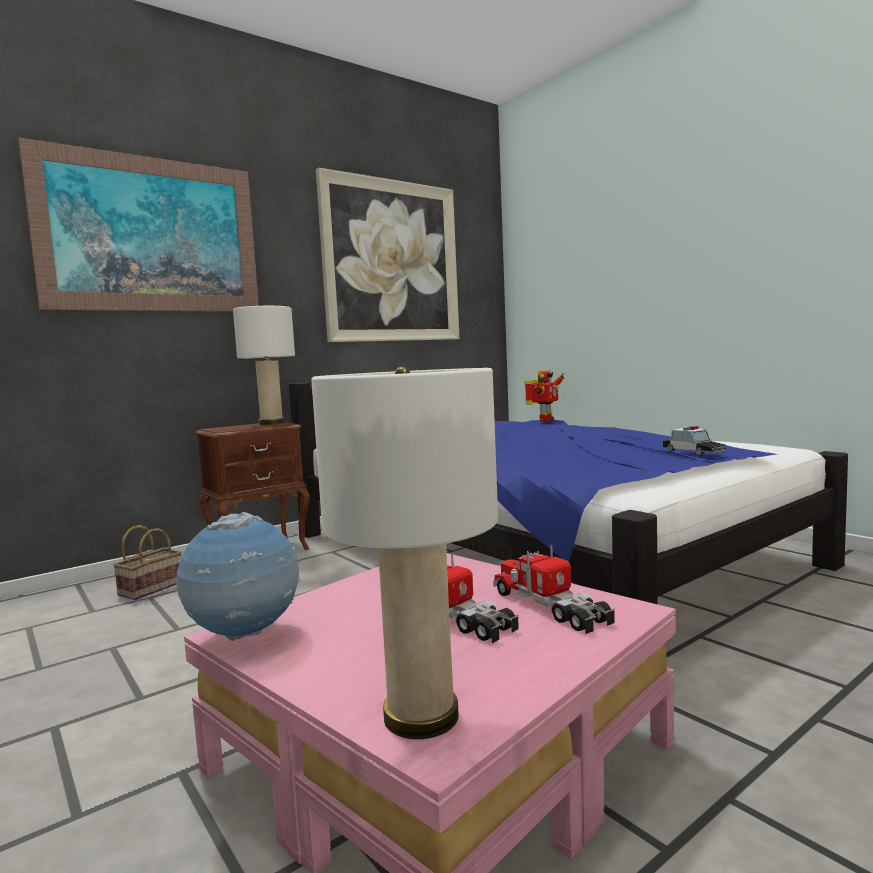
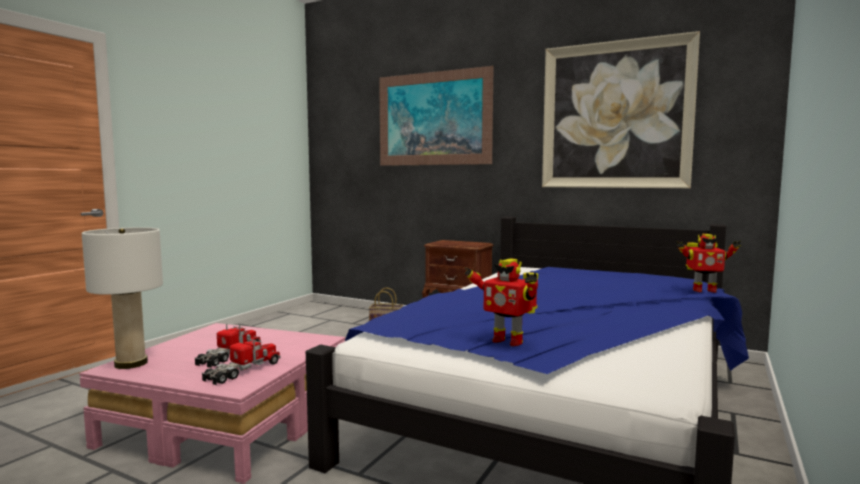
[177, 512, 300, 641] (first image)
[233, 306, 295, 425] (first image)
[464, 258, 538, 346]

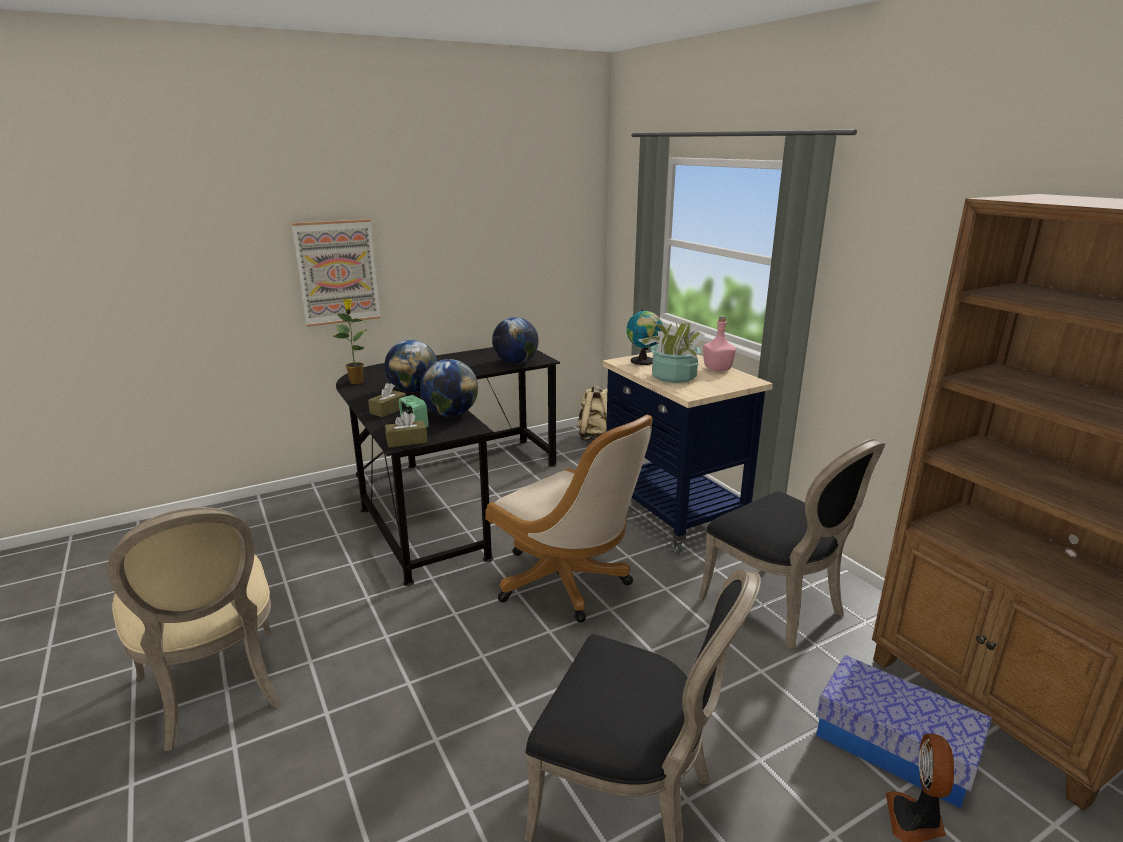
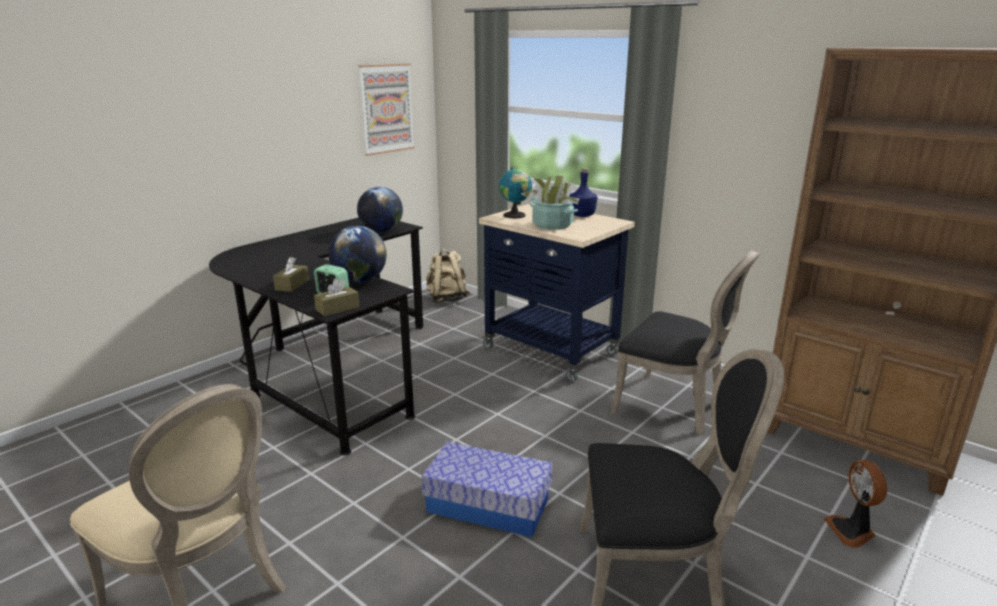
[359, 63, 415, 156]
[332, 299, 367, 384] (first image)
[384, 340, 437, 392] (first image)
[485, 415, 653, 622] (first image)
[570, 168, 598, 217]
[421, 442, 552, 537]

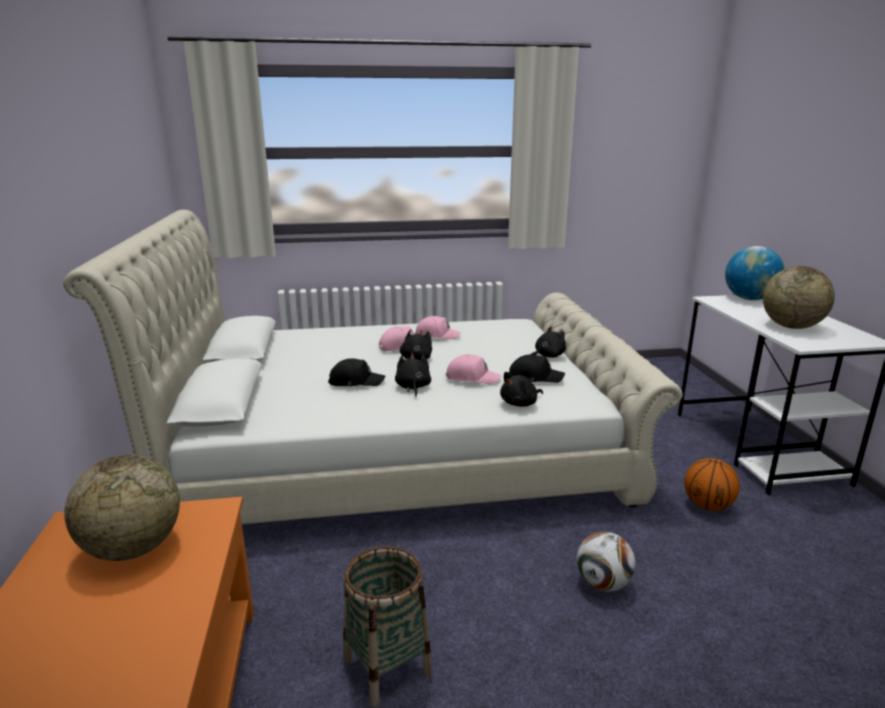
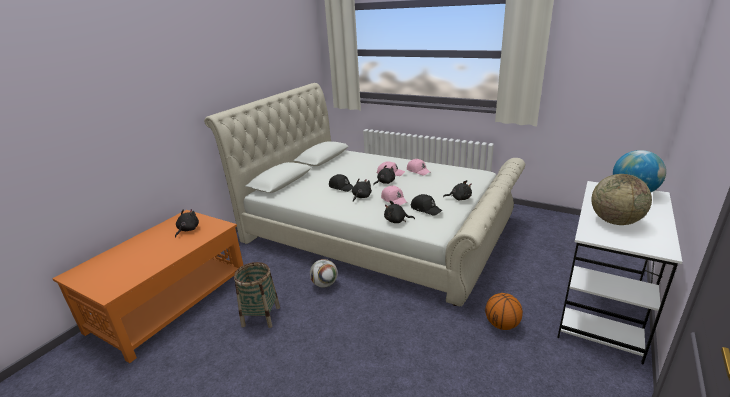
[175, 209, 199, 237]
[310, 259, 338, 287]

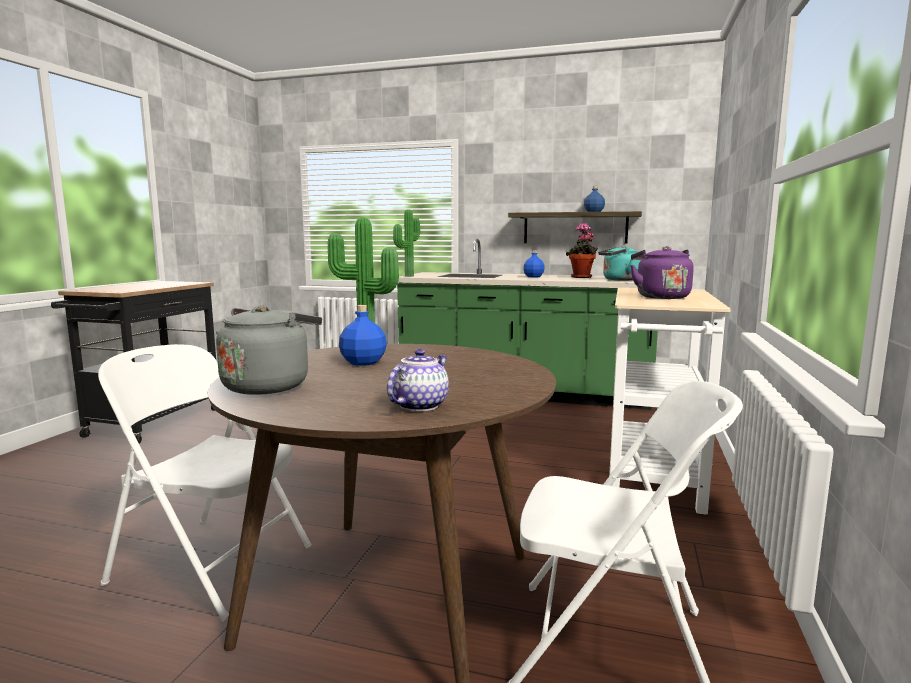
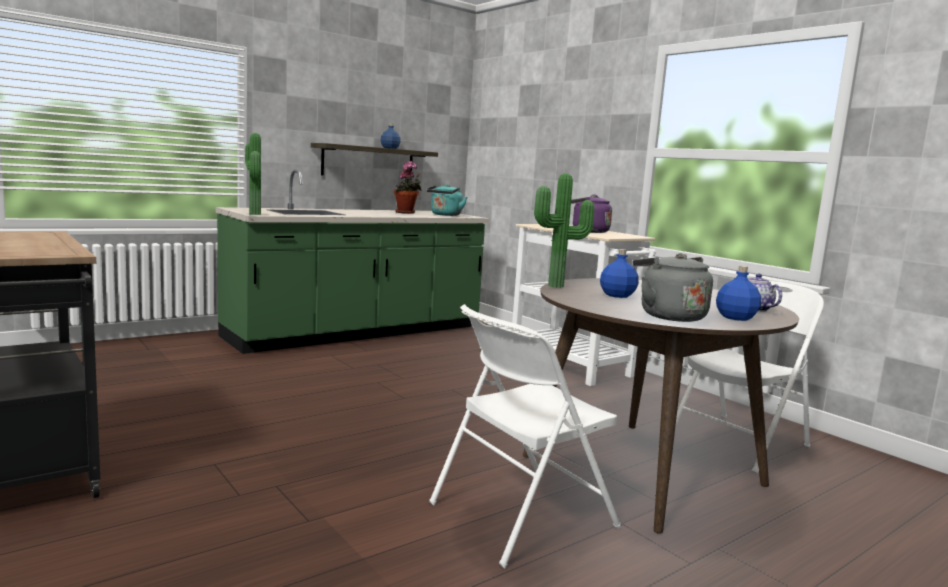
[716, 266, 761, 321]

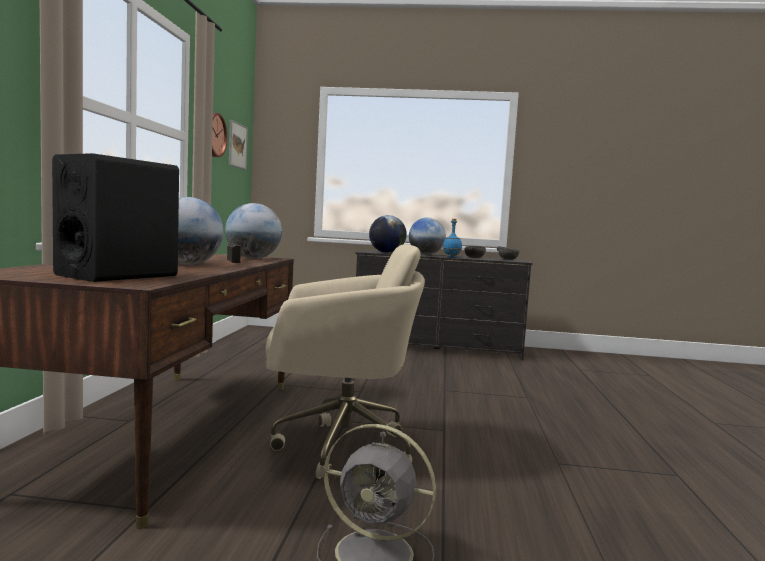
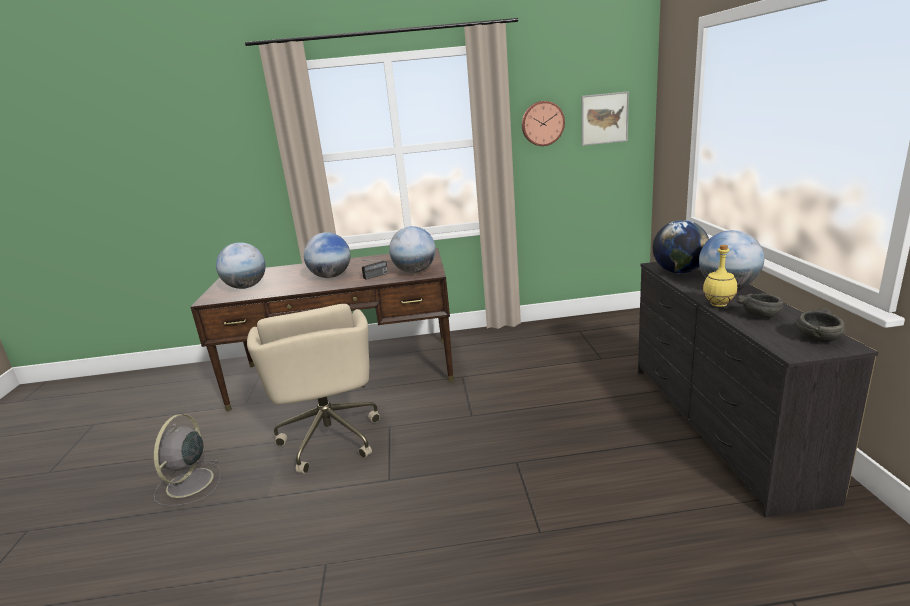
[216, 242, 266, 289]
[703, 245, 737, 307]

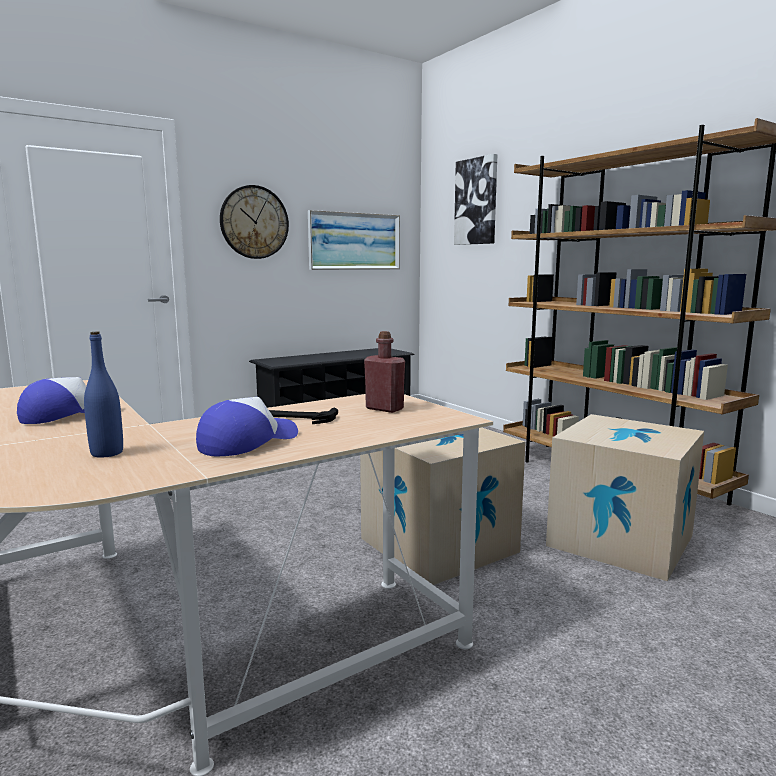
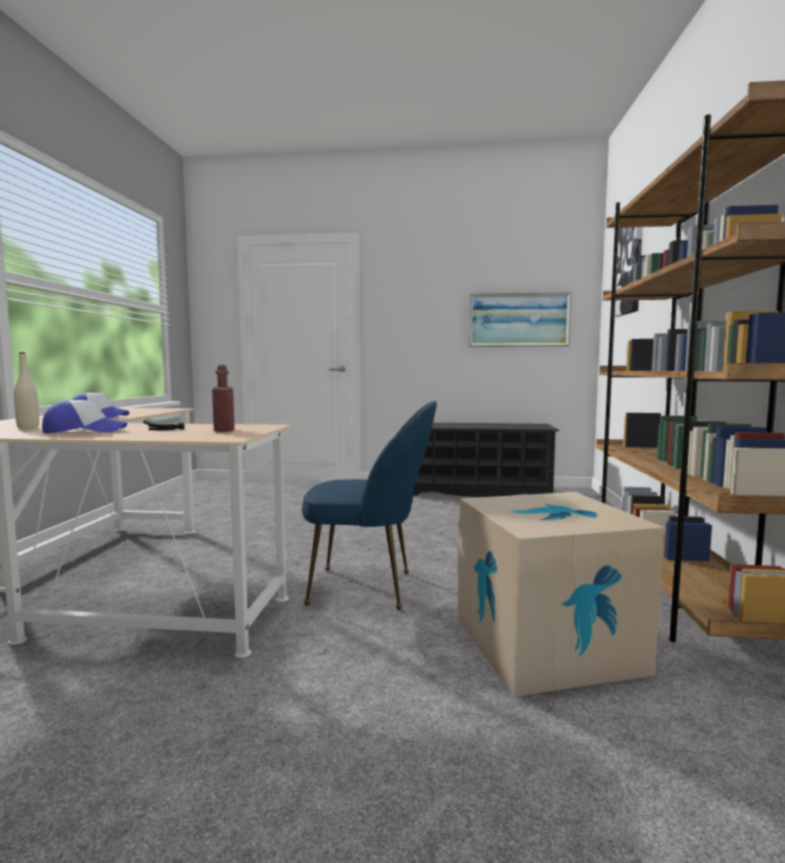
[14, 352, 39, 429]
[220, 185, 289, 259] (first image)
[302, 401, 437, 610]

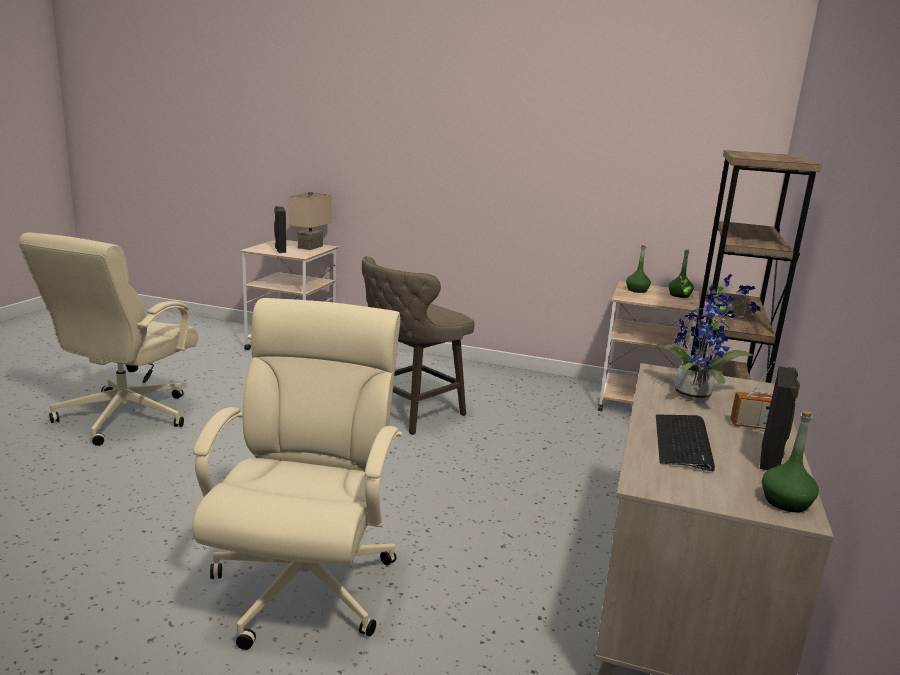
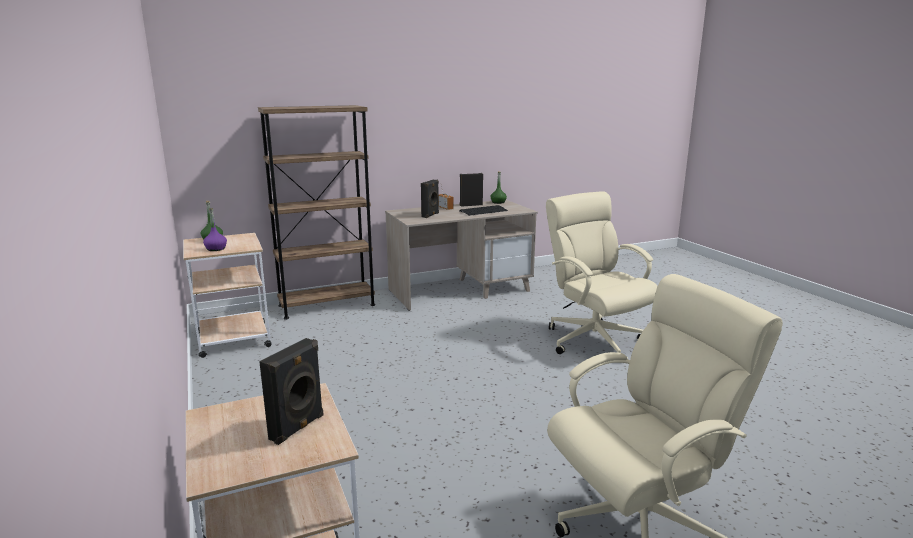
[546, 191, 658, 354]
[289, 191, 331, 250] (first image)
[362, 256, 475, 435] (first image)
[203, 208, 227, 251]
[421, 180, 439, 218]

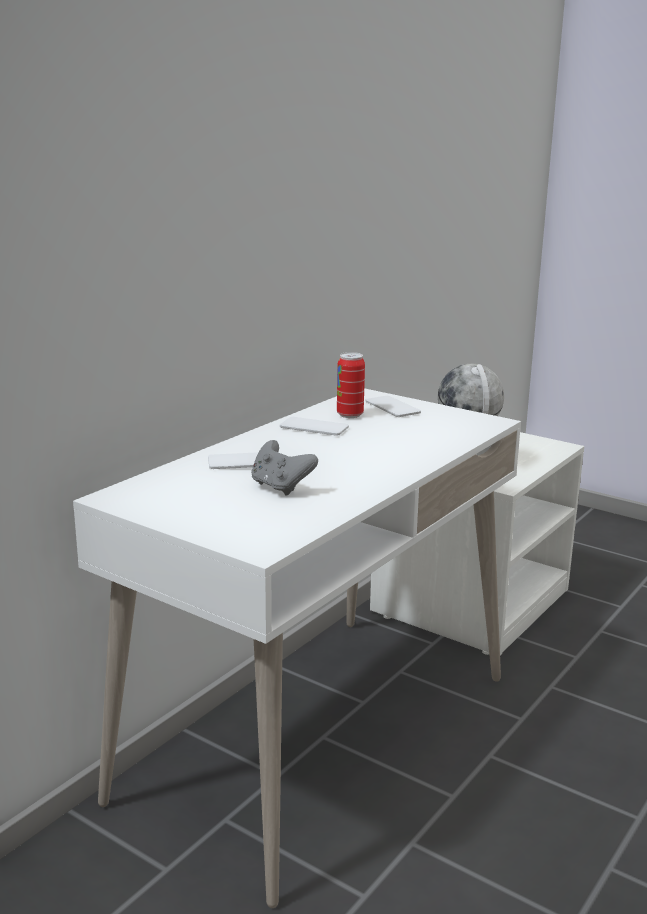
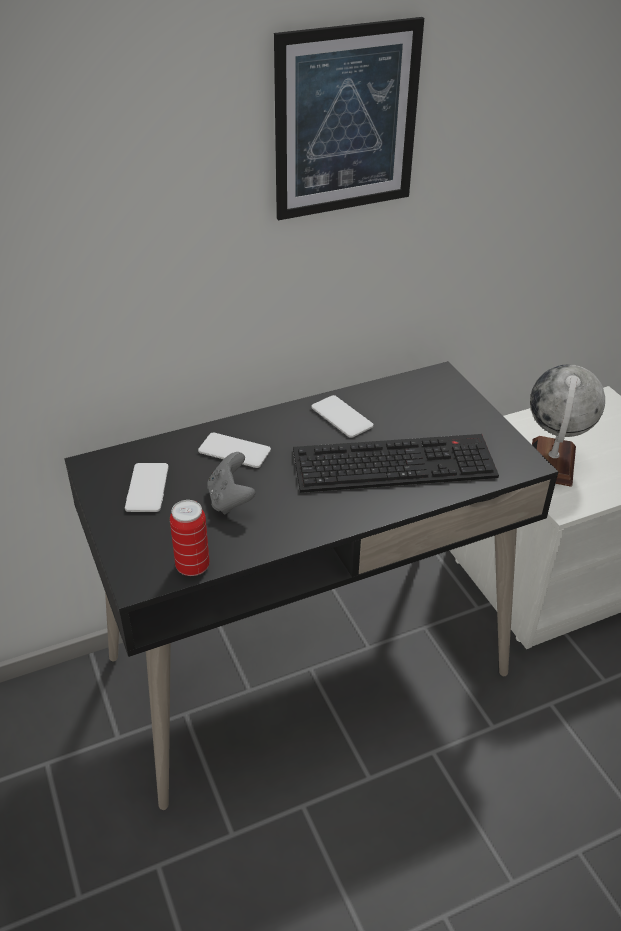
[64, 361, 559, 810]
[170, 500, 210, 576]
[125, 463, 169, 512]
[274, 17, 424, 220]
[293, 434, 499, 493]

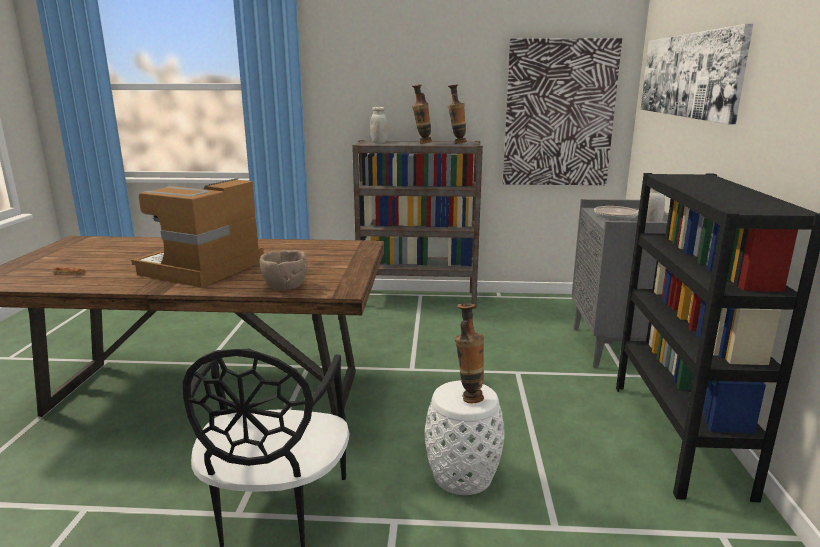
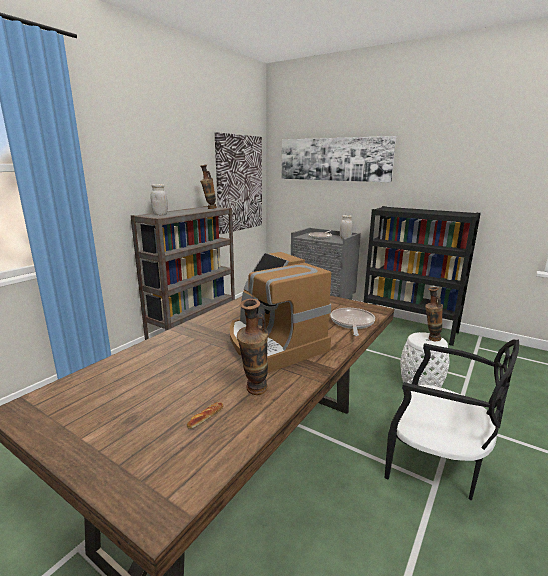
[330, 308, 375, 336]
[237, 298, 268, 395]

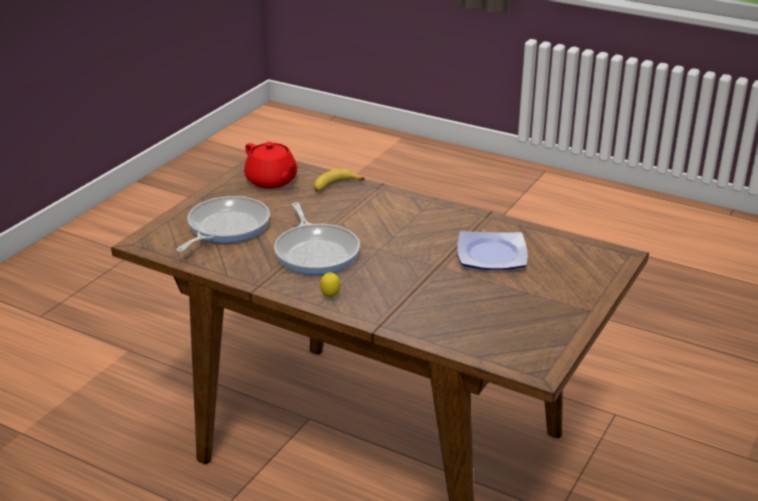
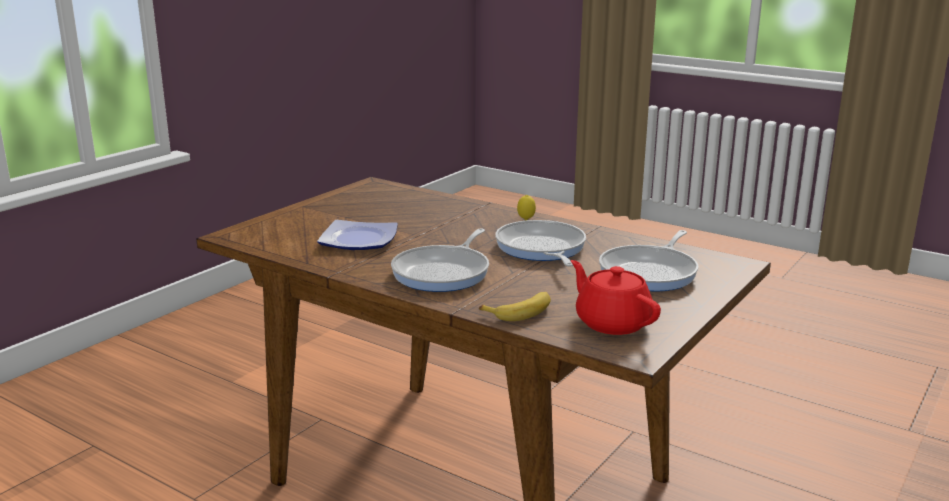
[391, 229, 489, 292]

